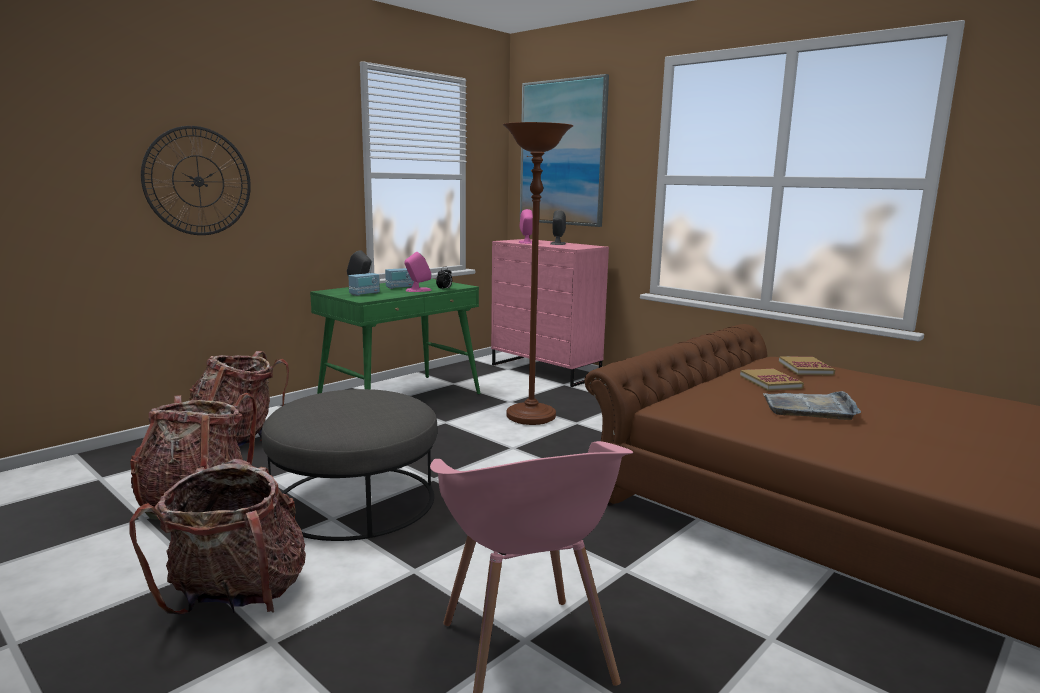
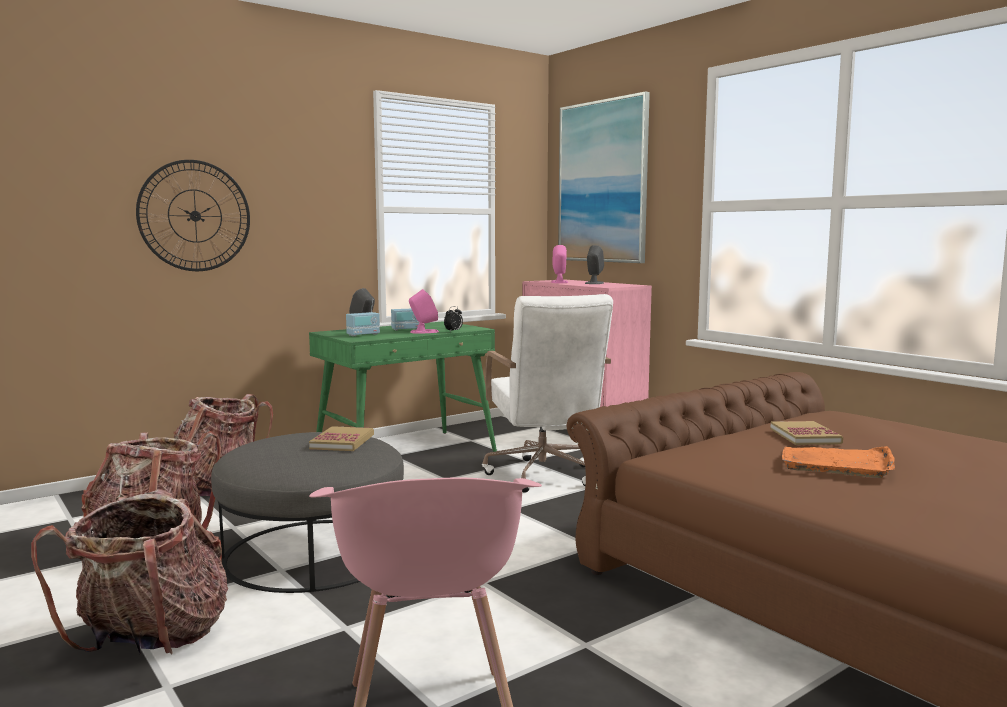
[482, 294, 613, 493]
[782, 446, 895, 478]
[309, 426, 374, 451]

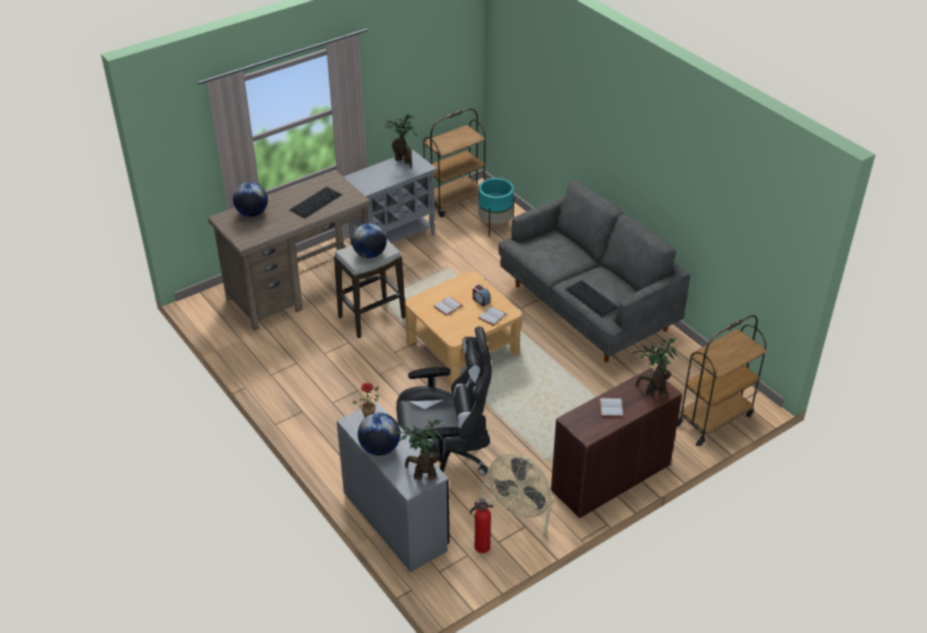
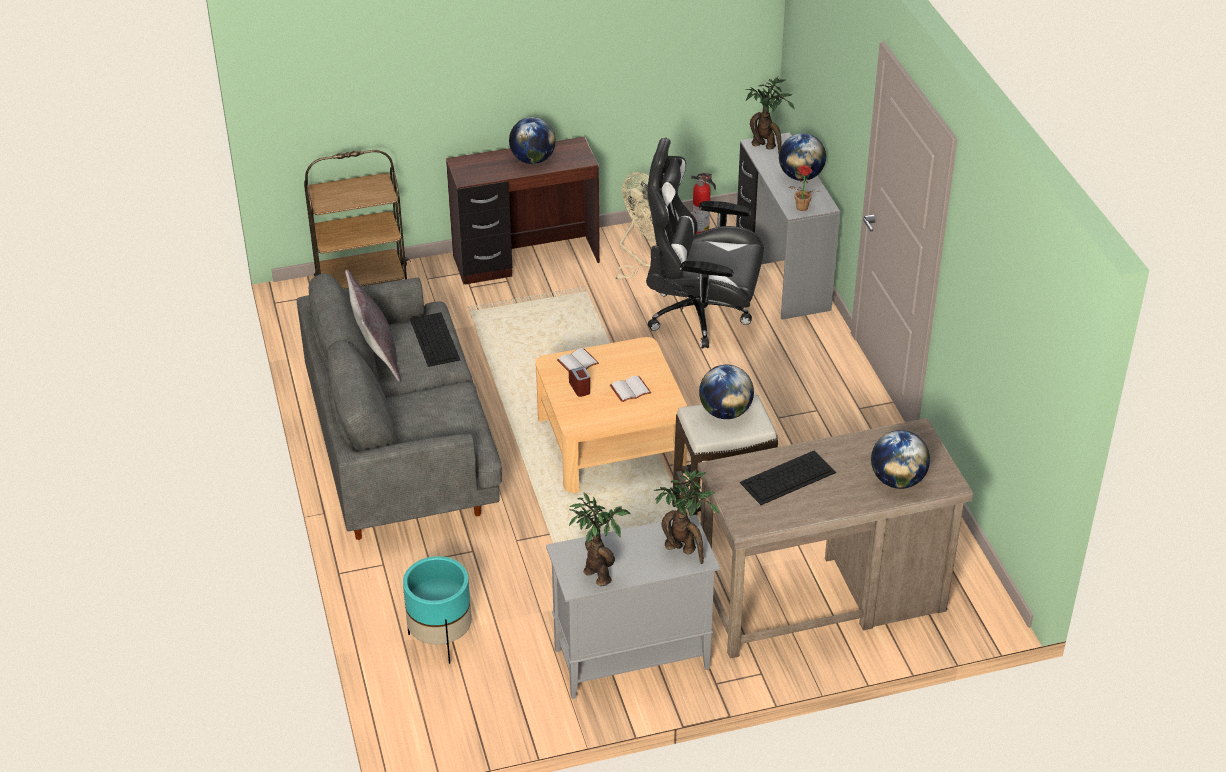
[423, 108, 486, 218] (first image)
[509, 117, 556, 164]
[654, 470, 719, 564]
[345, 270, 401, 381]

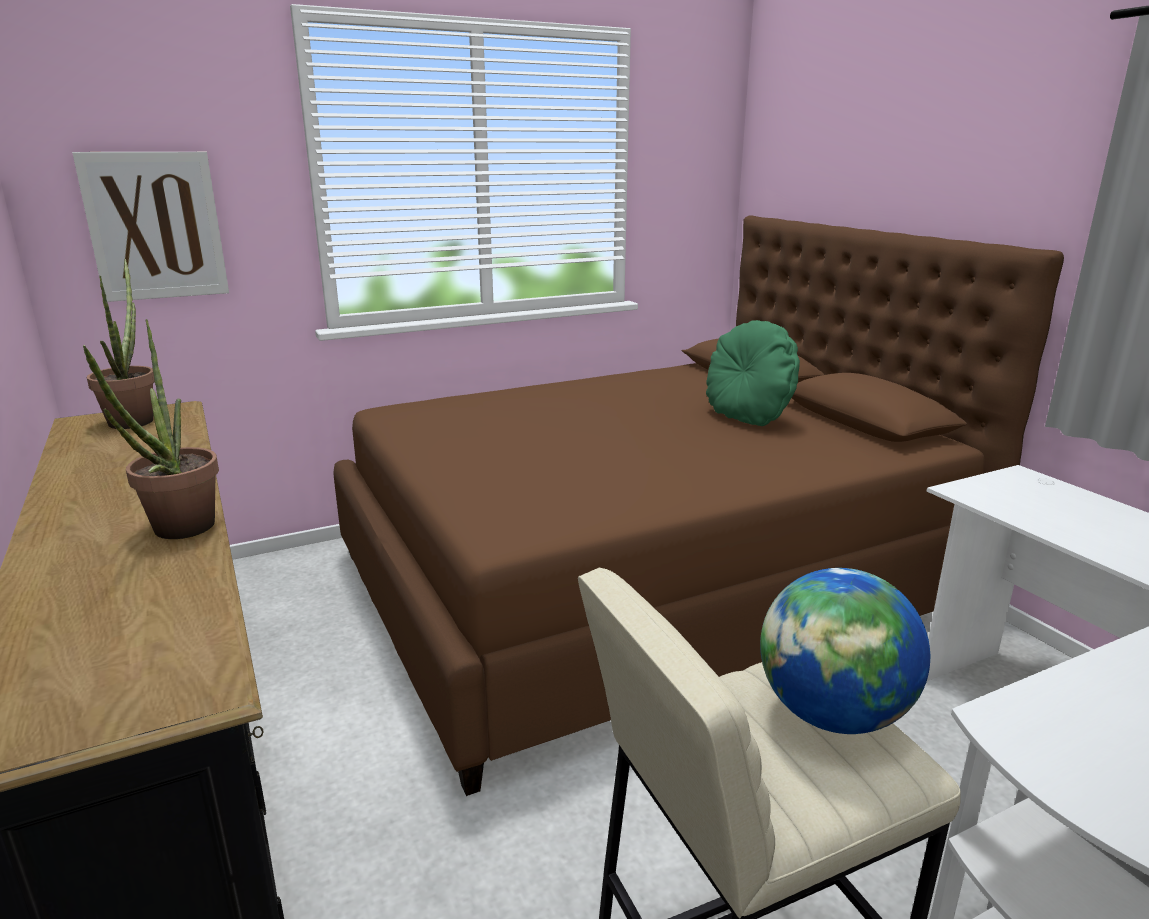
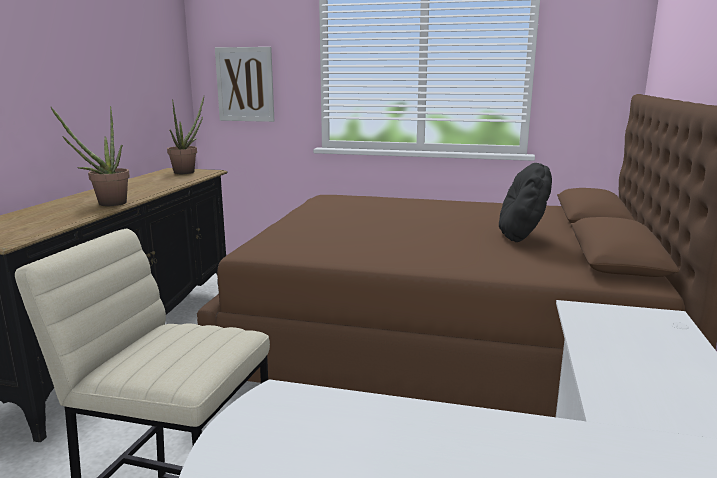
[499, 163, 552, 242]
[760, 568, 930, 734] (first image)

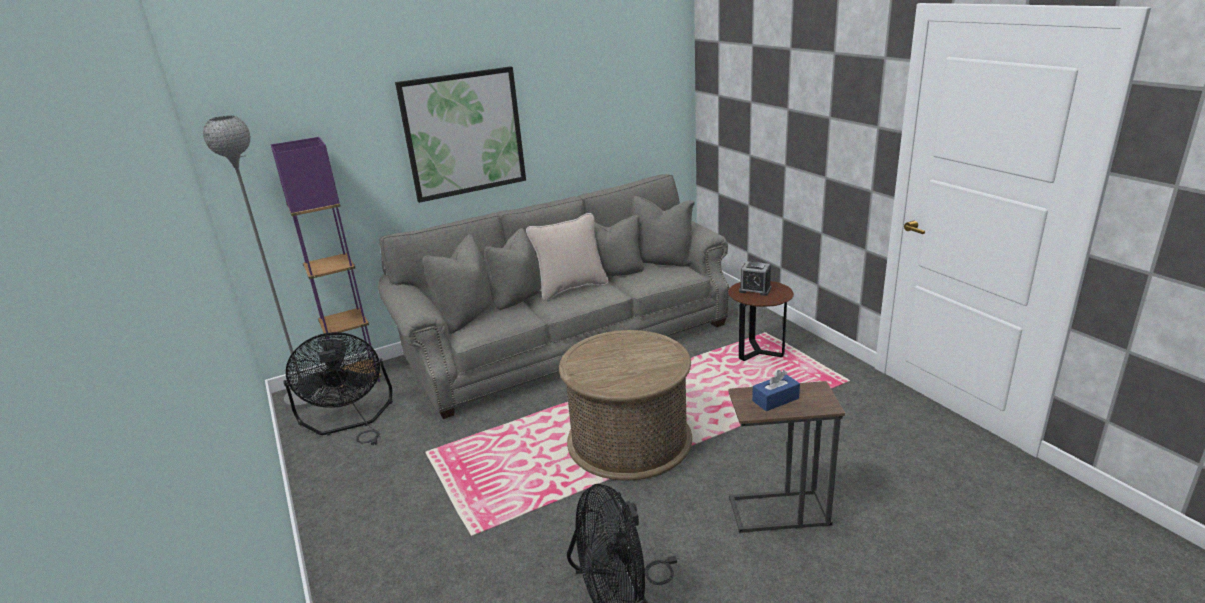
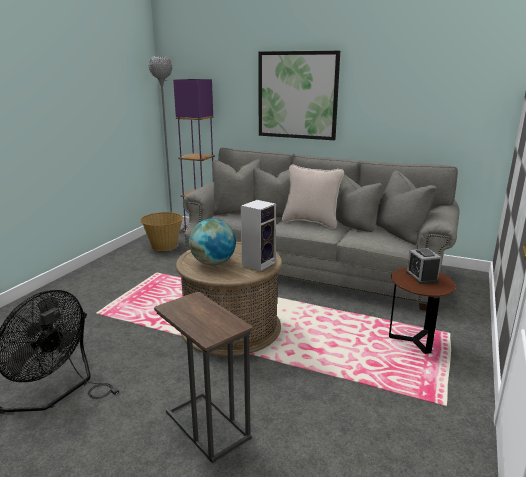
[140, 212, 183, 251]
[752, 370, 800, 411] (first image)
[189, 218, 236, 265]
[241, 200, 276, 271]

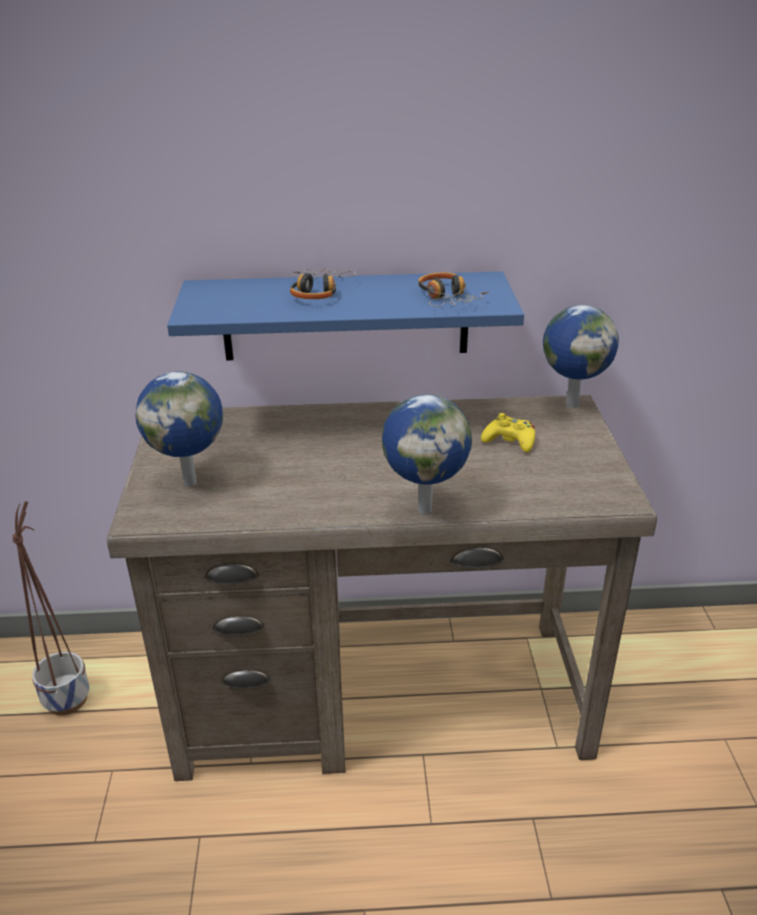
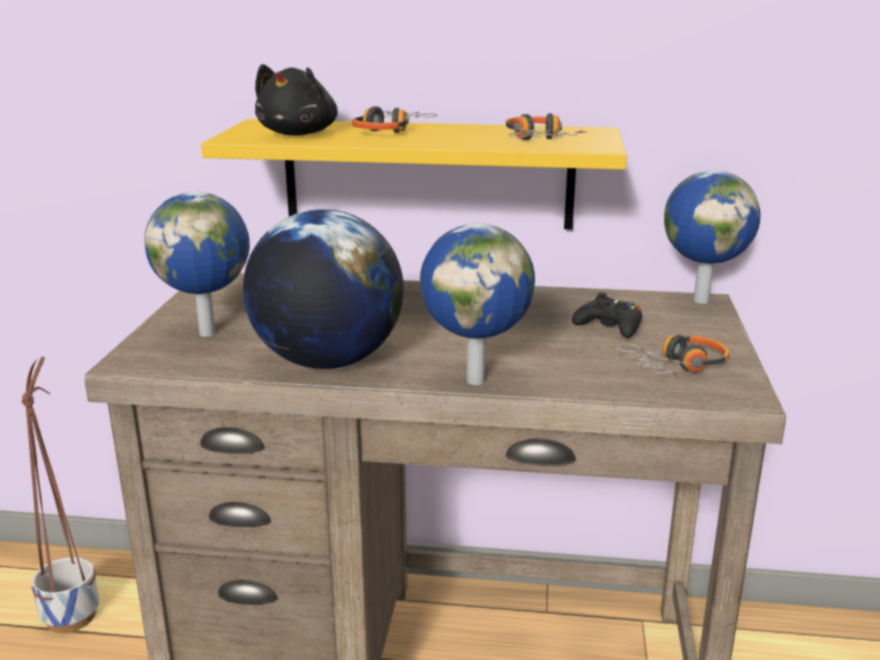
[201, 119, 627, 229]
[572, 292, 642, 338]
[243, 209, 404, 369]
[255, 64, 338, 136]
[617, 335, 729, 378]

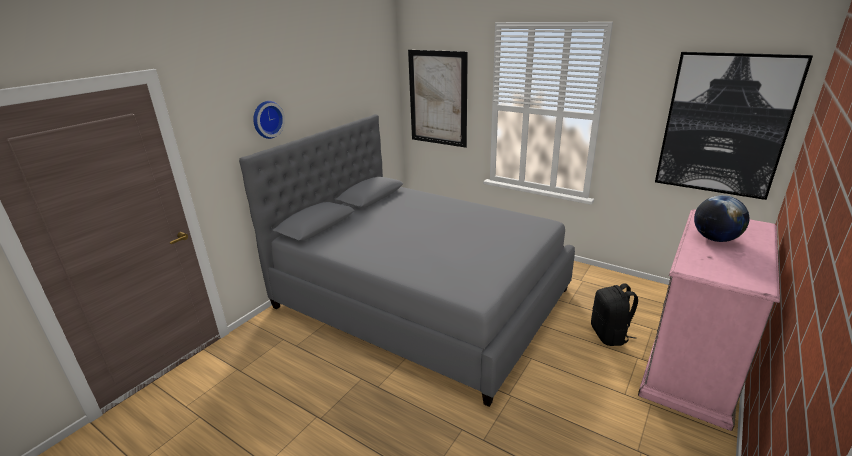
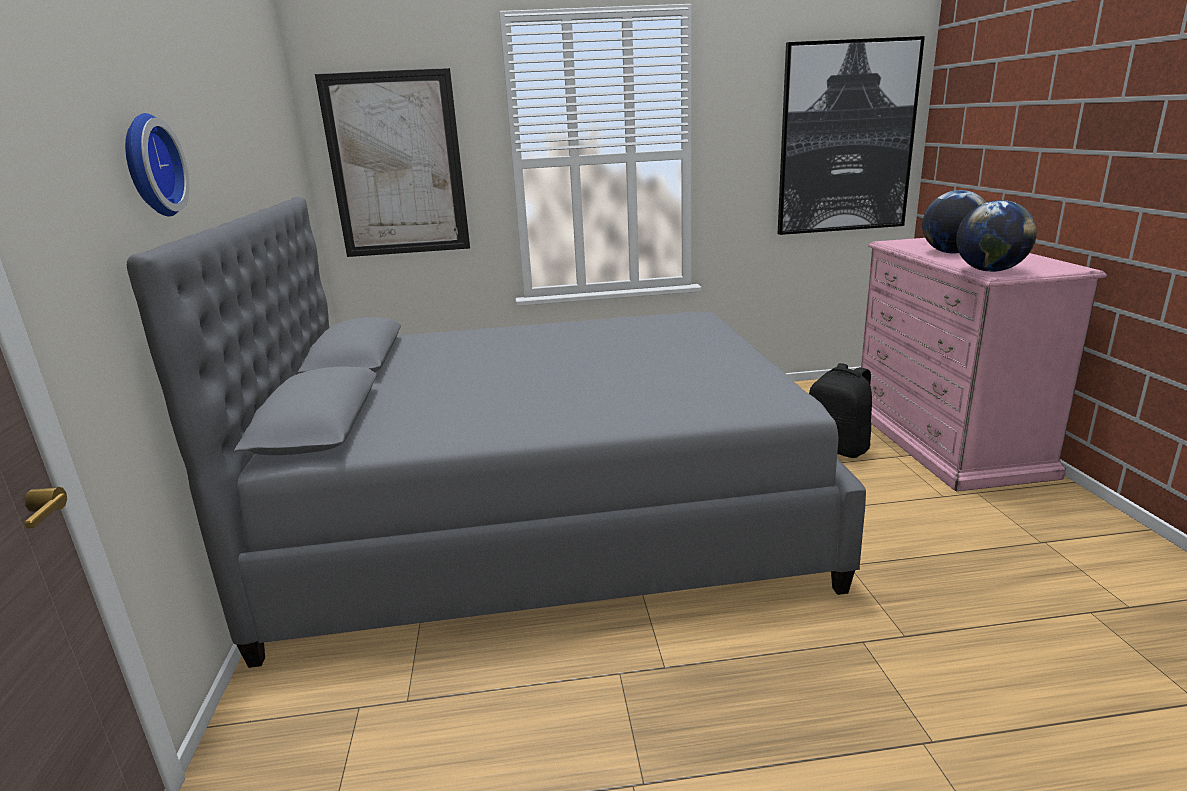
[956, 200, 1037, 272]

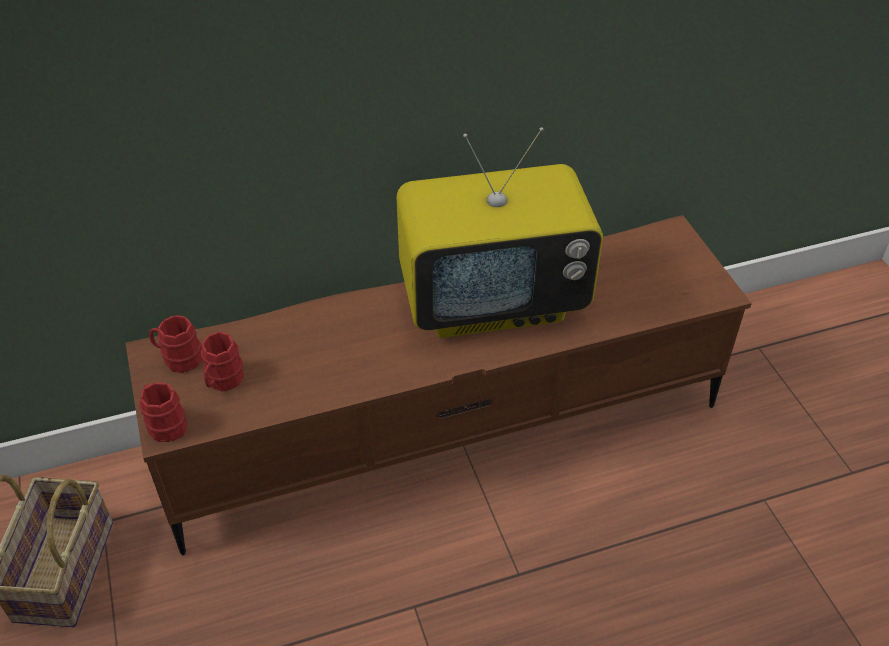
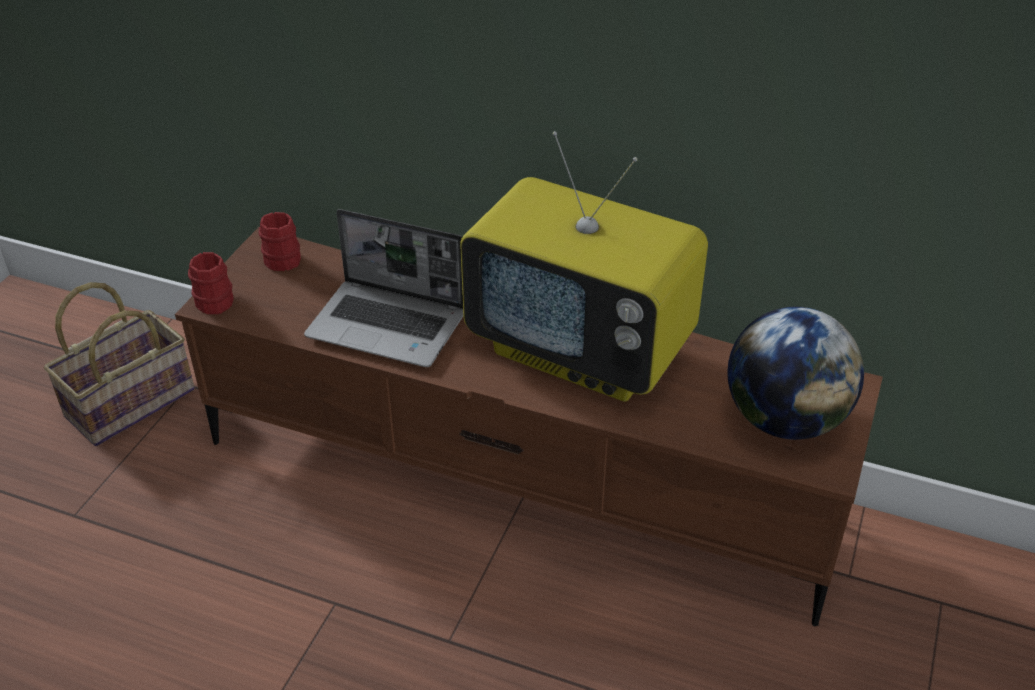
[201, 332, 244, 392] (first image)
[304, 209, 463, 367]
[727, 307, 864, 440]

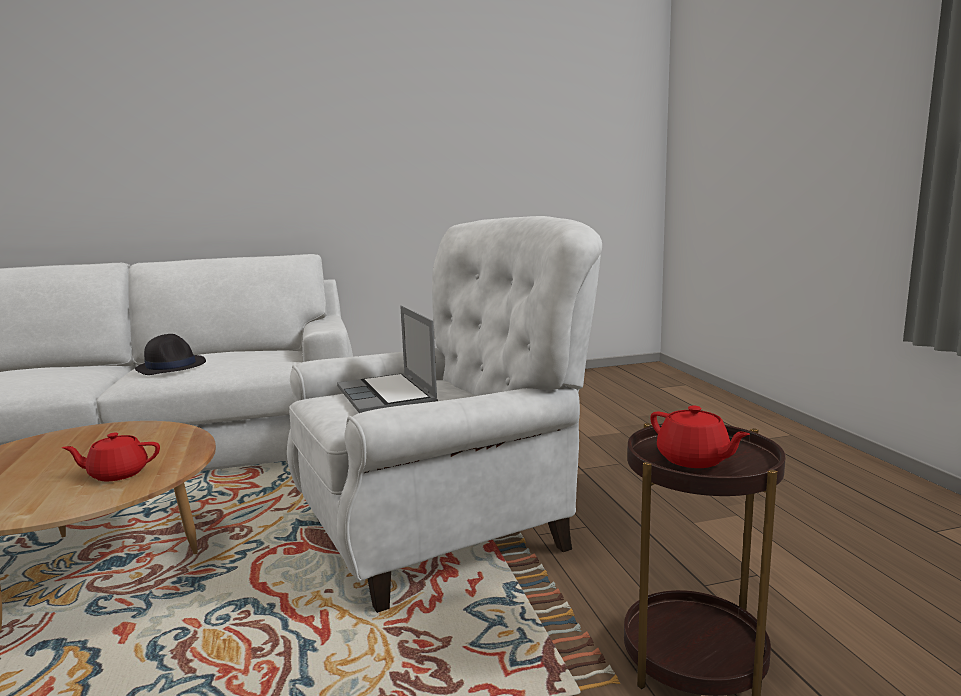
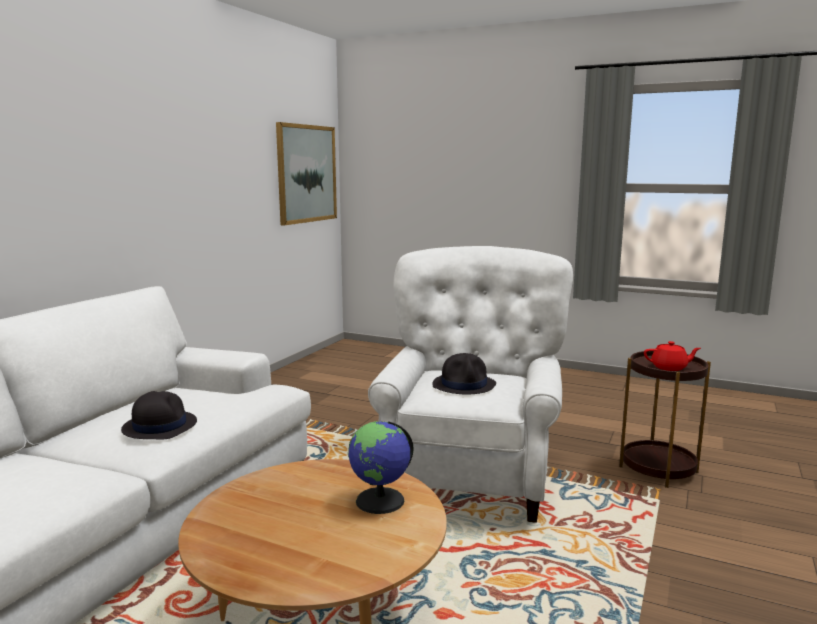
[348, 421, 414, 514]
[433, 353, 496, 394]
[276, 122, 337, 226]

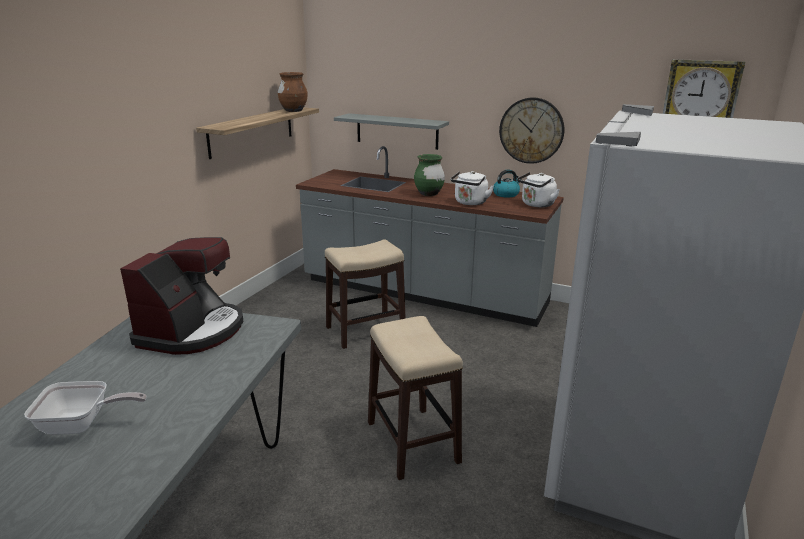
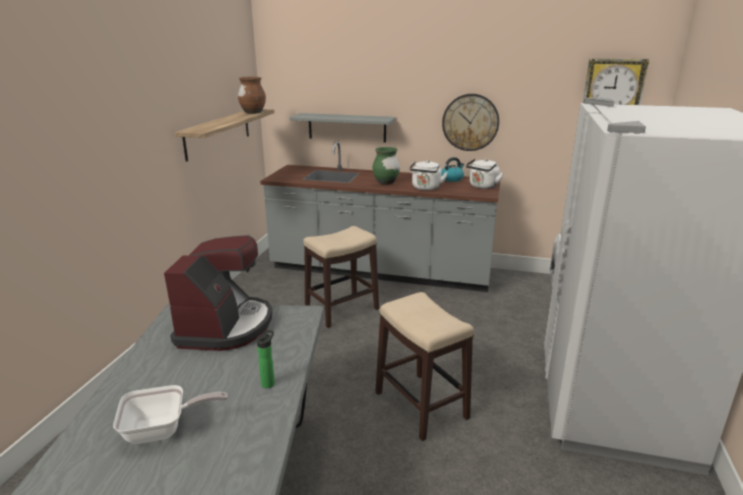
[257, 330, 275, 388]

